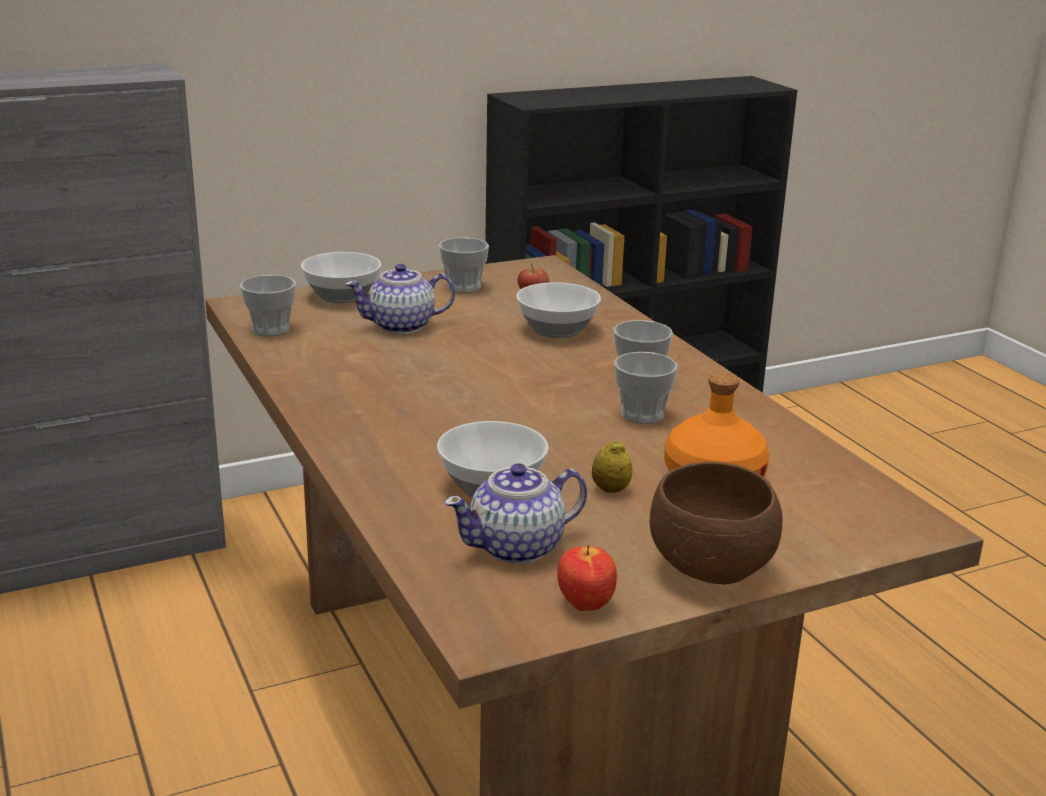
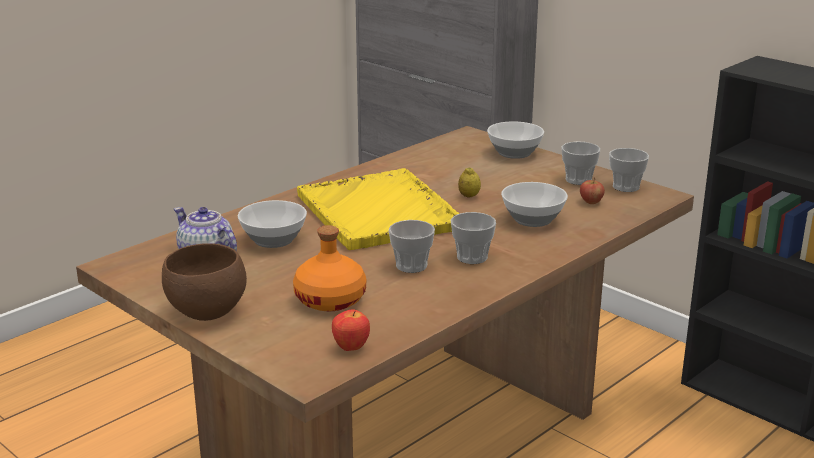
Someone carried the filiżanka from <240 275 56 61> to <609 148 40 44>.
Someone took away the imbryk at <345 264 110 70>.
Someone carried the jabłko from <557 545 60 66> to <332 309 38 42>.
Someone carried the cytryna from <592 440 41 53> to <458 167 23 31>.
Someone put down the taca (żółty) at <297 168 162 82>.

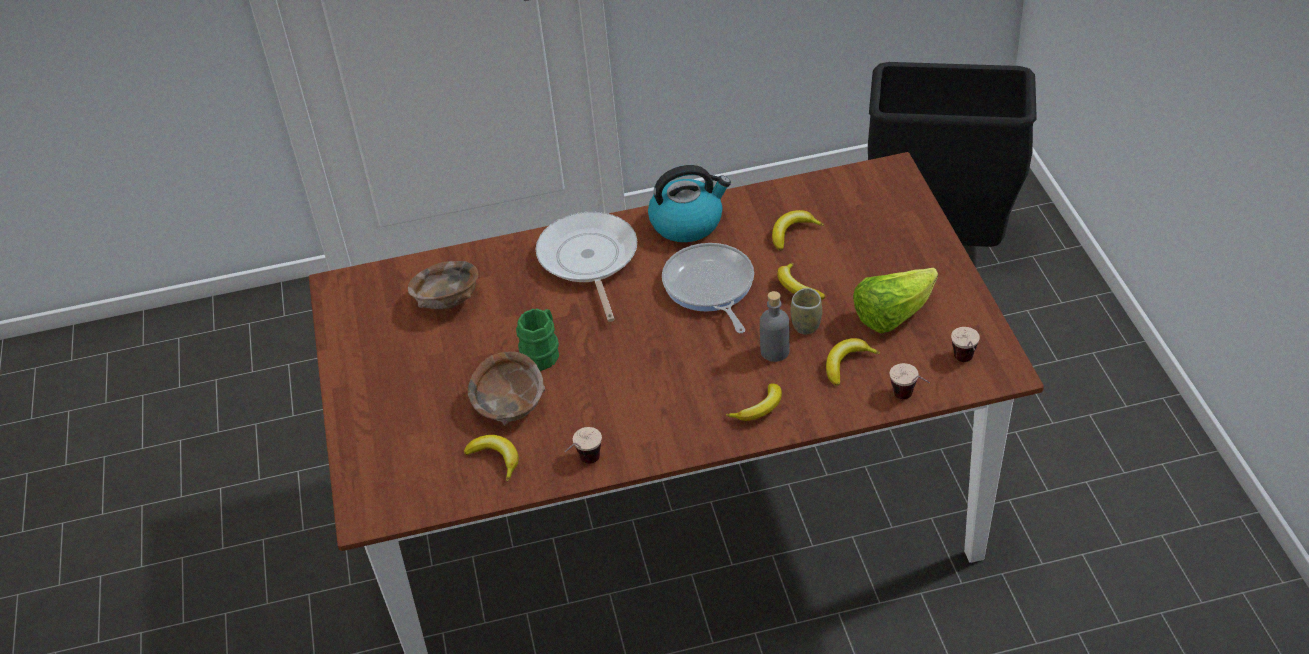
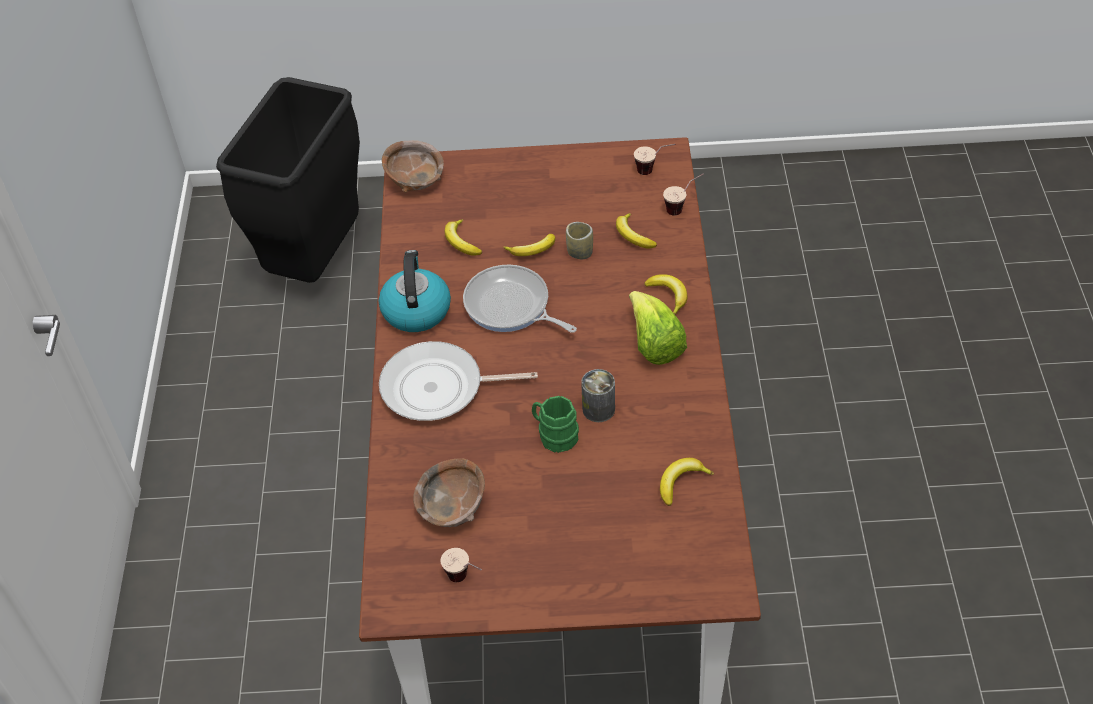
Someone carried the miska (brązowy) from <468 351 77 75> to <382 140 62 52>.
Someone carried the filiżanka from <564 427 38 37> to <440 548 42 34>.
Someone rotated the patelnia at <662 243 92 90> by 45 degrees clockwise.
Someone took away the butelka (szary) at <760 291 30 71>.
Someone carried the sałata from <853 268 85 65> to <629 291 58 74>.
Someone put down the puszka at <581 369 34 53>.

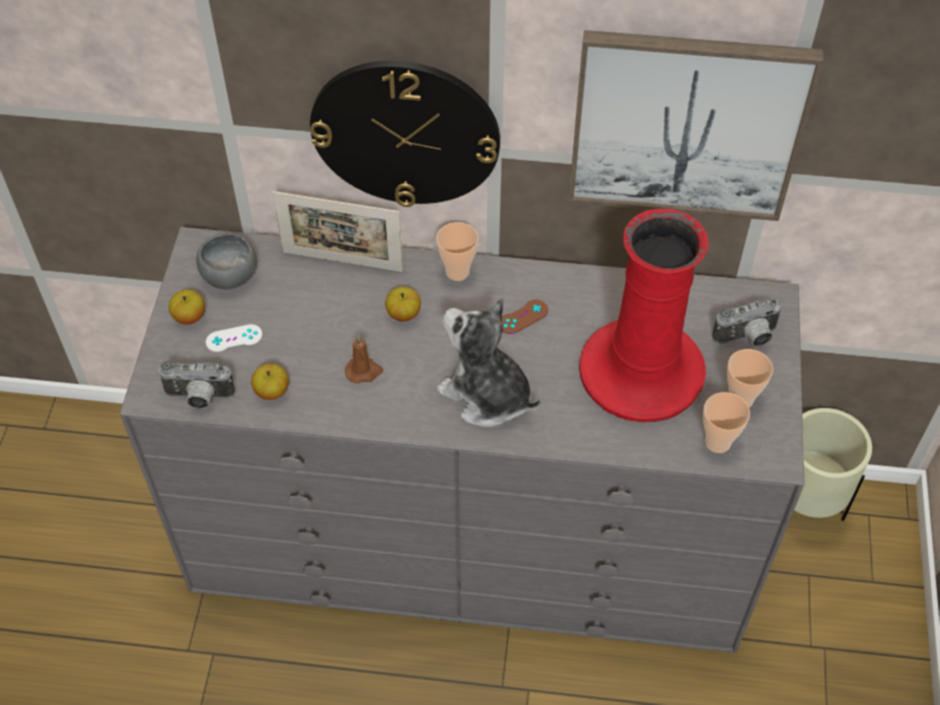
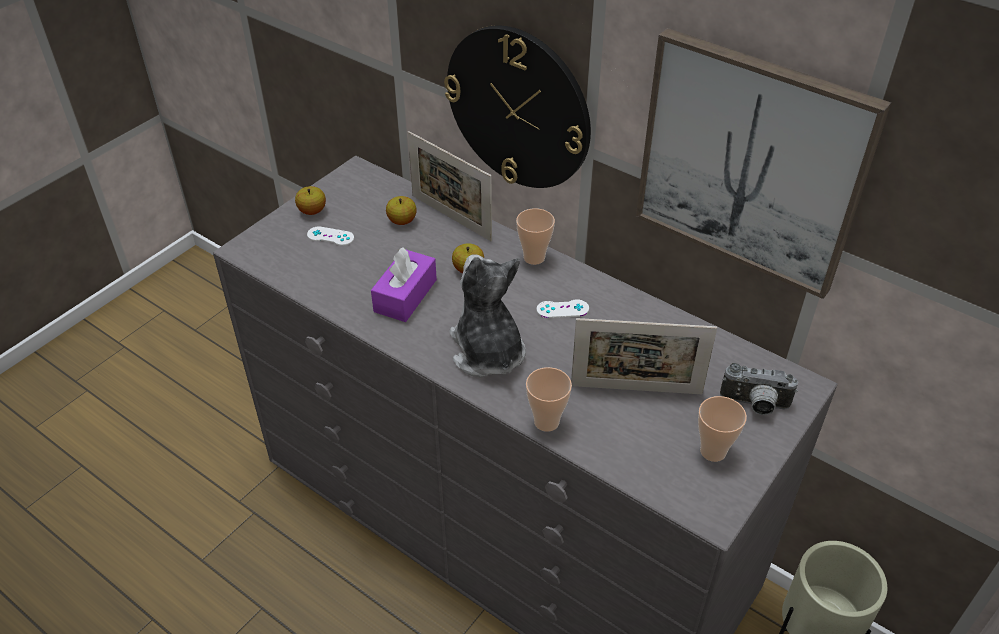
Someone took away the aparat fotograficzny at <158 361 77 48>.
Someone took away the miska (szary) at <196 233 61 57>.
Someone carried the jabłko from <251 364 38 36> to <386 196 30 29>.
Someone swapped the świeca (brązowy) at <345 335 38 48> for the pudełko chusteczek (fioletowy) at <371 247 66 75>.
Someone repainted the pad do gier (brązowy) at <502 300 46 34>, which became the pad do gier (biały) at <537 299 52 19>.
Someone swapped the wazon (czerwony) at <579 209 130 213> for the ramka na zdjęcie at <571 318 146 76>.
Someone carried the filiżanka from <703 392 47 61> to <526 367 46 65>.

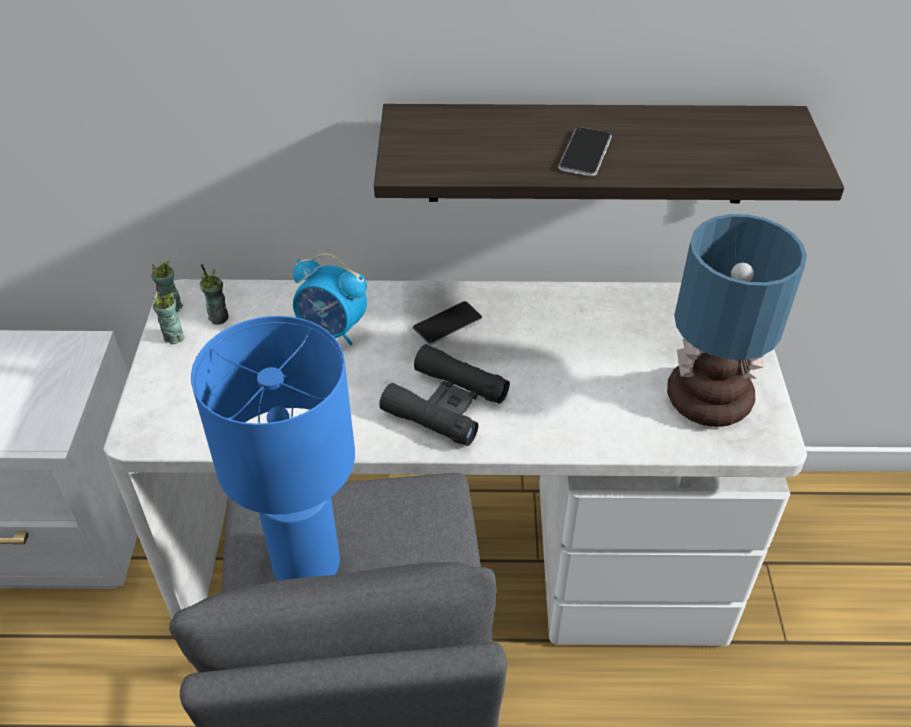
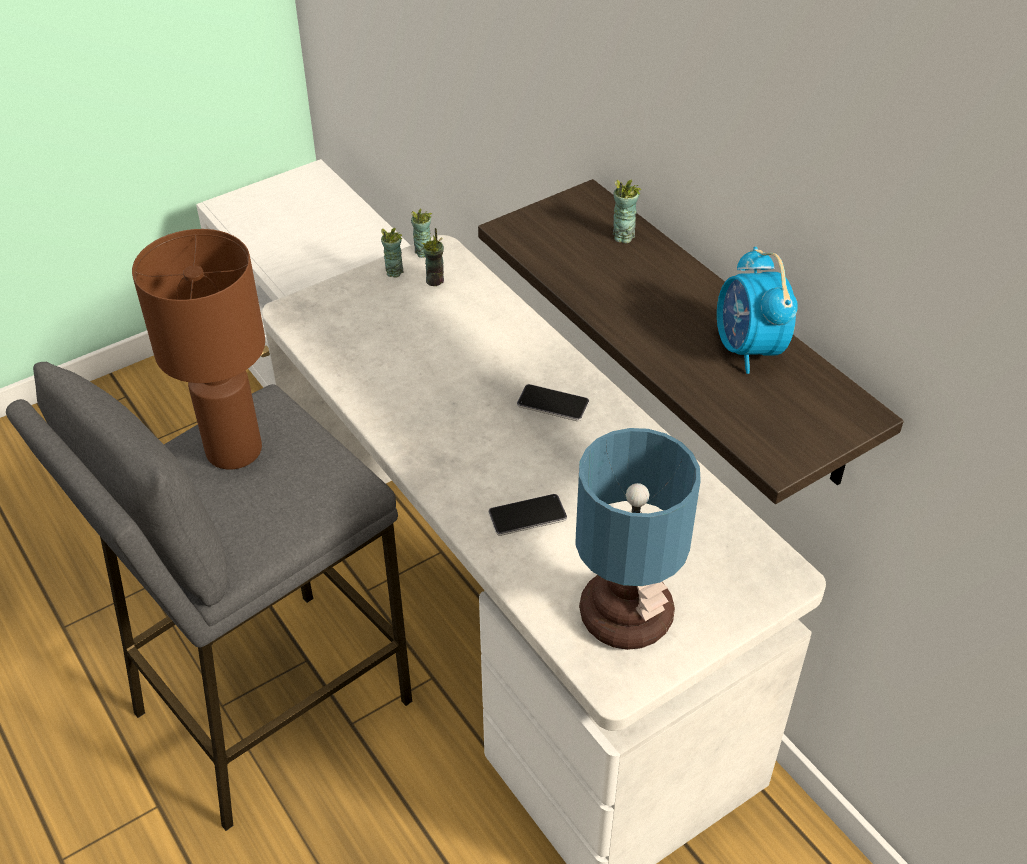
Someone repainted the lampa stołowa (niebieski) at <191 316 164 265>, which became the lampa stołowa (brązowy) at <132 229 133 241>.
Someone carried the budzik from <293 253 74 93> to <717 247 81 127>.
Someone took away the lornetka (czarny) at <379 344 131 102>.
Someone carried the telefon from <558 127 54 49> to <488 494 79 42>.
Someone put down the filiżanka at <613 179 29 64>.

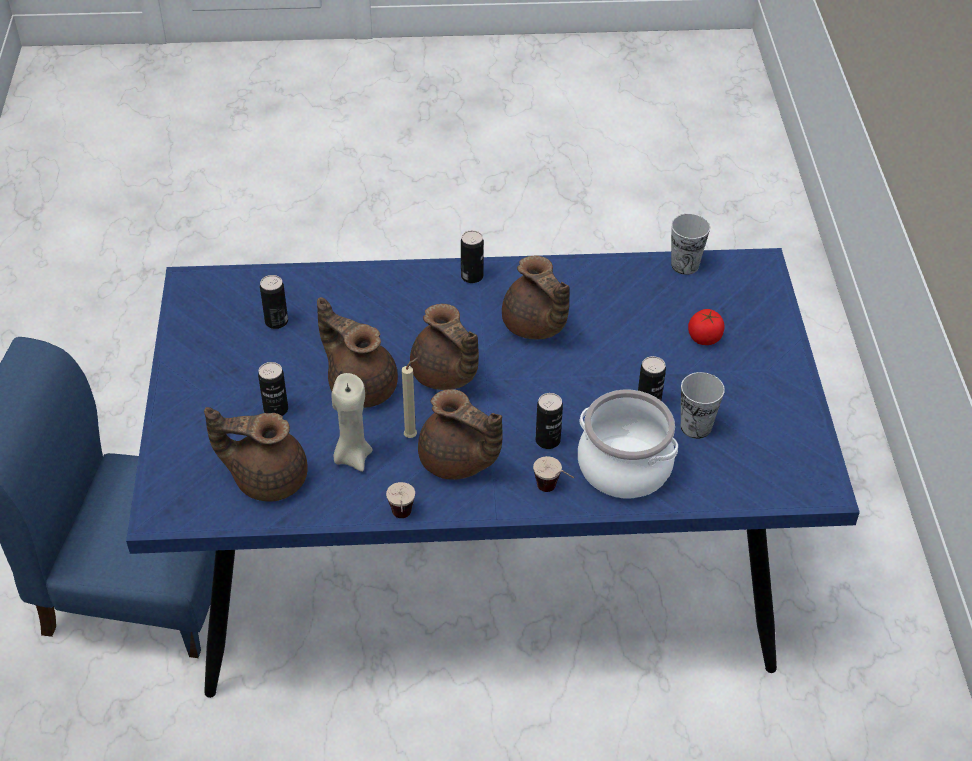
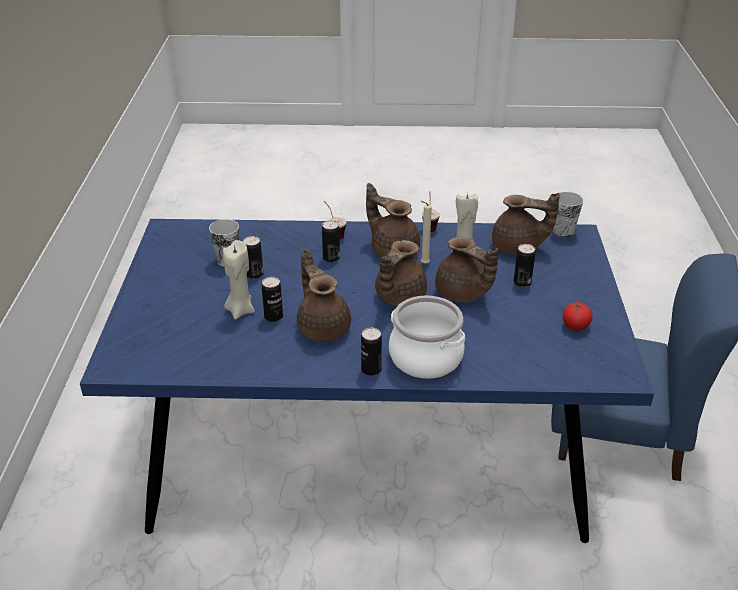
Someone carried the puszka from <260 275 28 54> to <262 277 21 45>.
Someone rotated the imbryk (brązowy) at <410 304 69 86> by 120 degrees counterclockwise.
Someone carried the garnek from <578 390 100 108> to <389 296 76 83>.
Someone carried the filiżanka from <671 213 39 62> to <554 192 30 45>.
Someone carried the pomidor from <688 309 37 36> to <563 302 30 29>.
Someone put down the świeca (beżowy) at <223 240 31 80>.

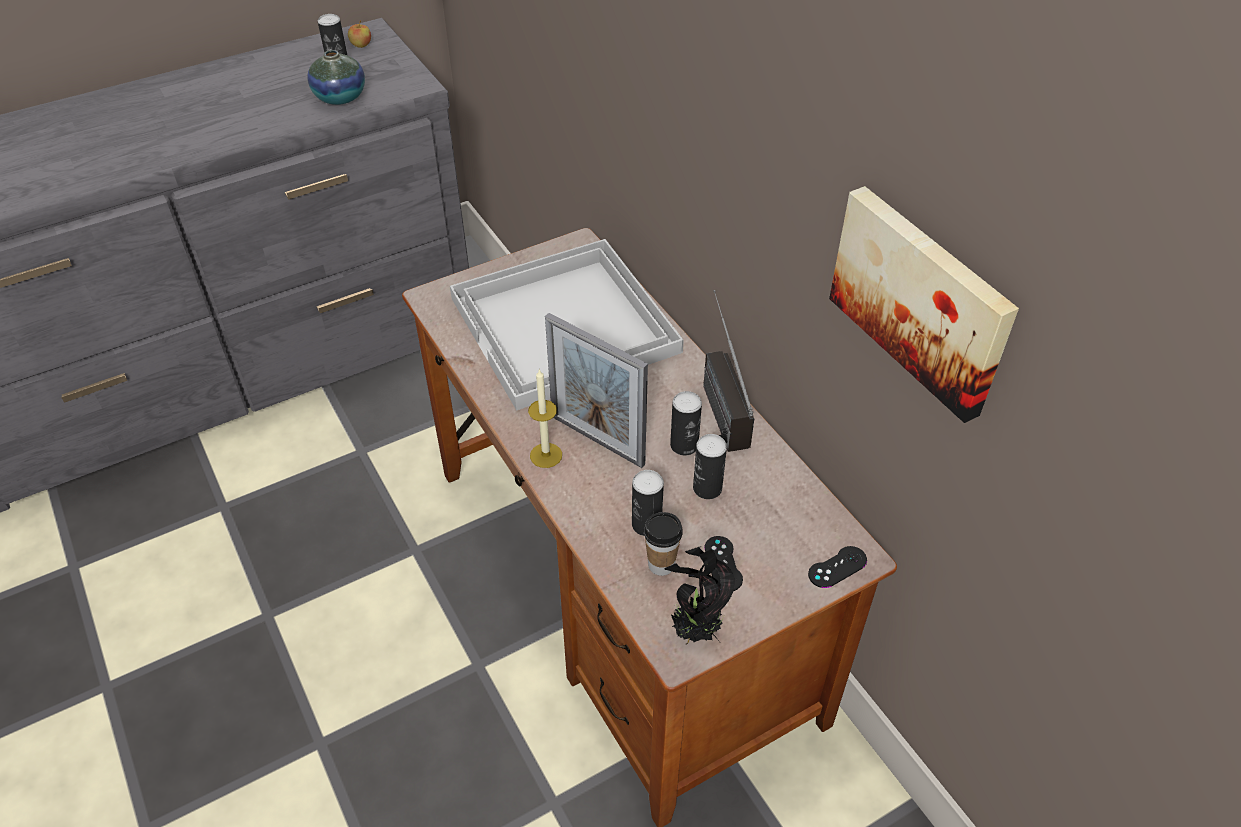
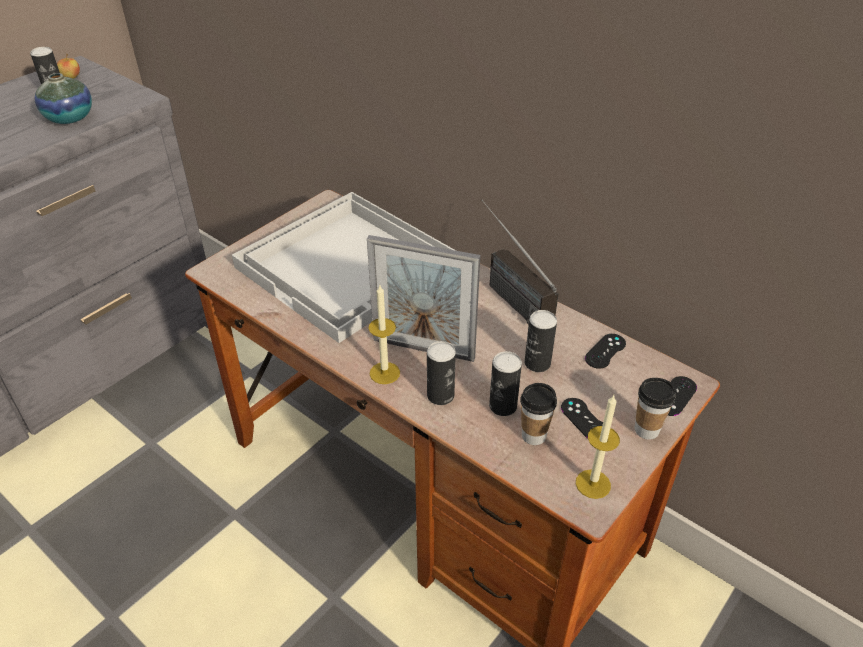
Someone swapped the roślina doniczkowa at <664 546 71 98> for the świeca at <576 395 44 104>.
Someone carried the puszka from <670 391 32 64> to <427 341 29 64>.
Someone took away the obraz at <829 186 190 237>.
Someone put down the pad do gier (czarny) at <585 334 41 35>.
Someone put down the filiżanka at <634 378 42 62>.

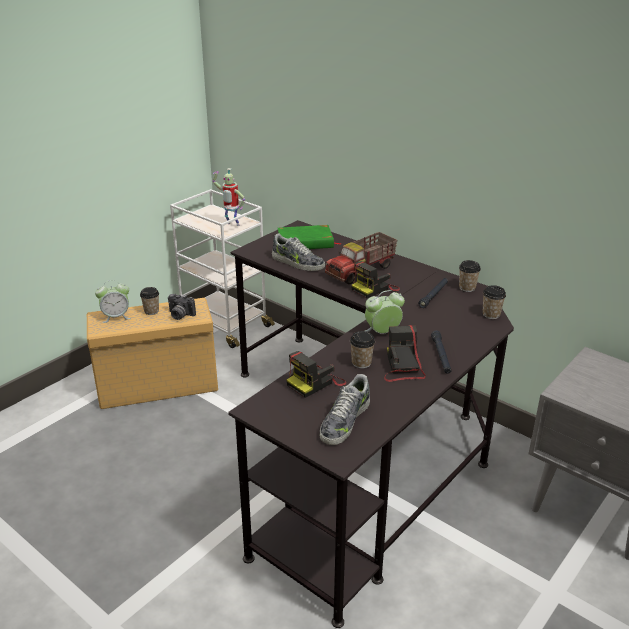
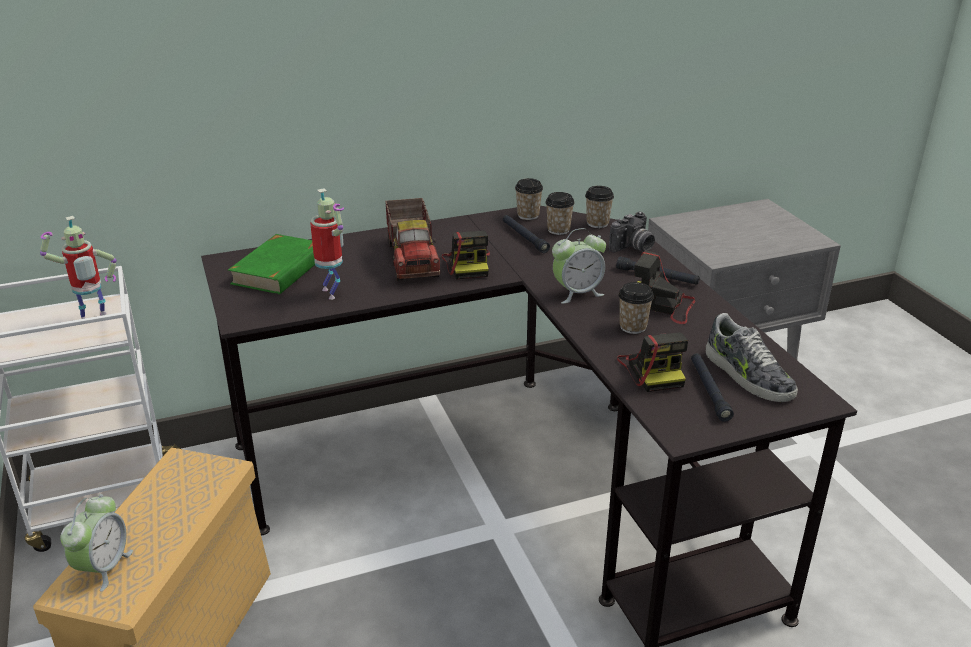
Someone carried the filiżanka from <140 287 19 28> to <545 192 30 43>.
Someone carried the aparat fotograficzny from <168 294 28 26> to <609 212 46 41>.
Someone swapped the but at <272 233 53 38> for the robot zabawkowy at <310 188 34 112>.
Someone rotated the budzik at <365 290 40 44> by 120 degrees counterclockwise.
Someone put down the latarka (czarny) at <691 353 43 69>.

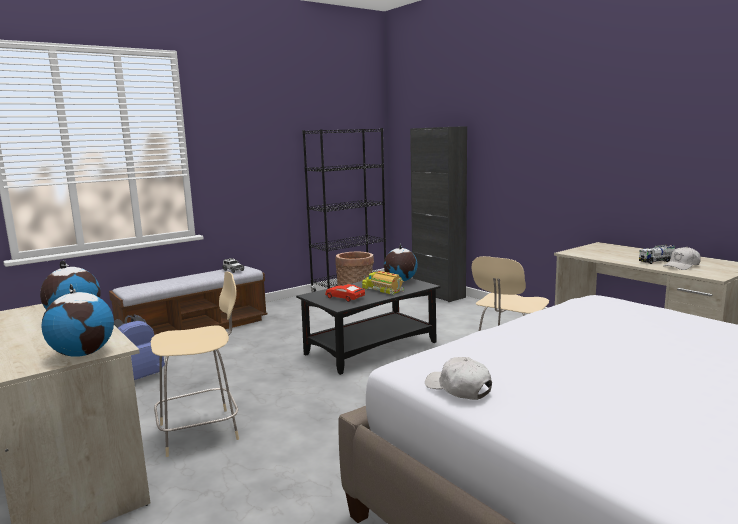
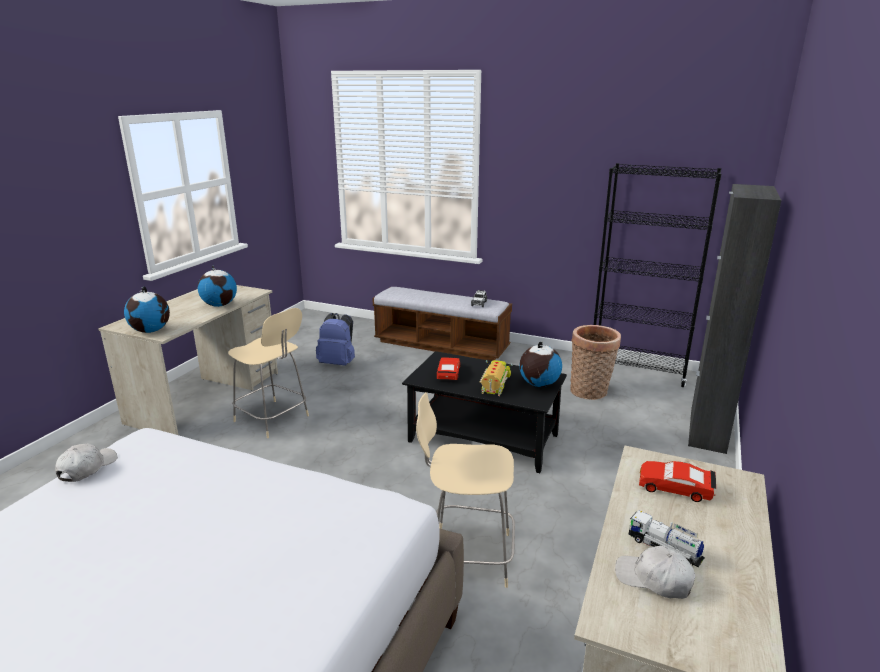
Someone put down the samochodzik (czerwony) at <639 461 77 41>.

